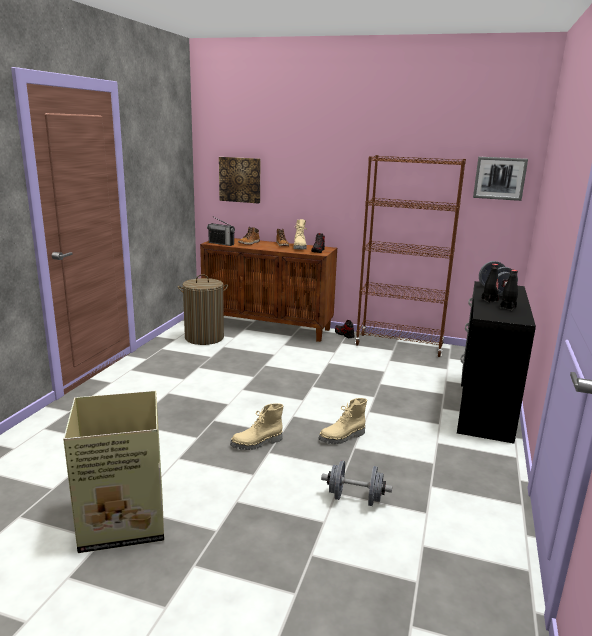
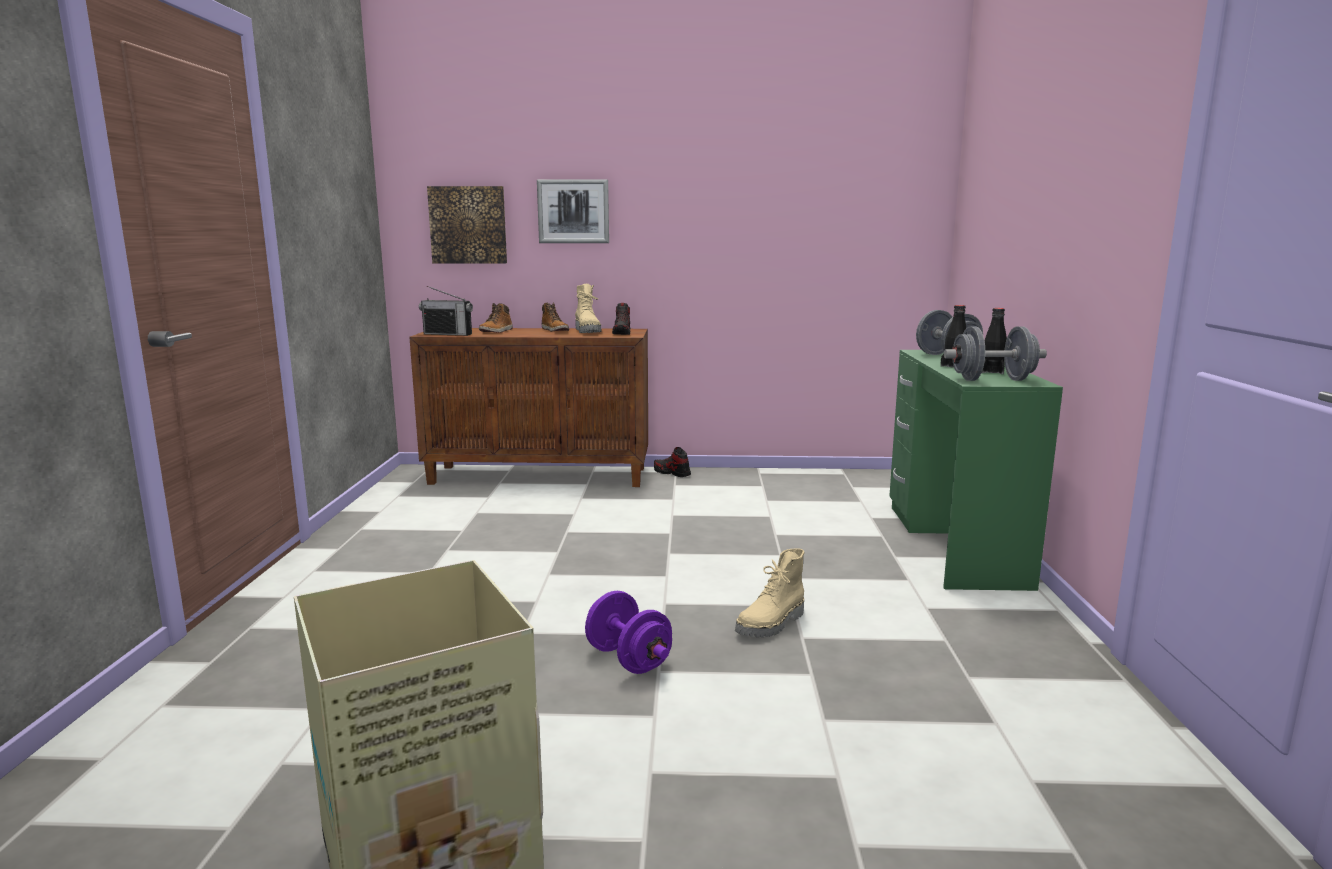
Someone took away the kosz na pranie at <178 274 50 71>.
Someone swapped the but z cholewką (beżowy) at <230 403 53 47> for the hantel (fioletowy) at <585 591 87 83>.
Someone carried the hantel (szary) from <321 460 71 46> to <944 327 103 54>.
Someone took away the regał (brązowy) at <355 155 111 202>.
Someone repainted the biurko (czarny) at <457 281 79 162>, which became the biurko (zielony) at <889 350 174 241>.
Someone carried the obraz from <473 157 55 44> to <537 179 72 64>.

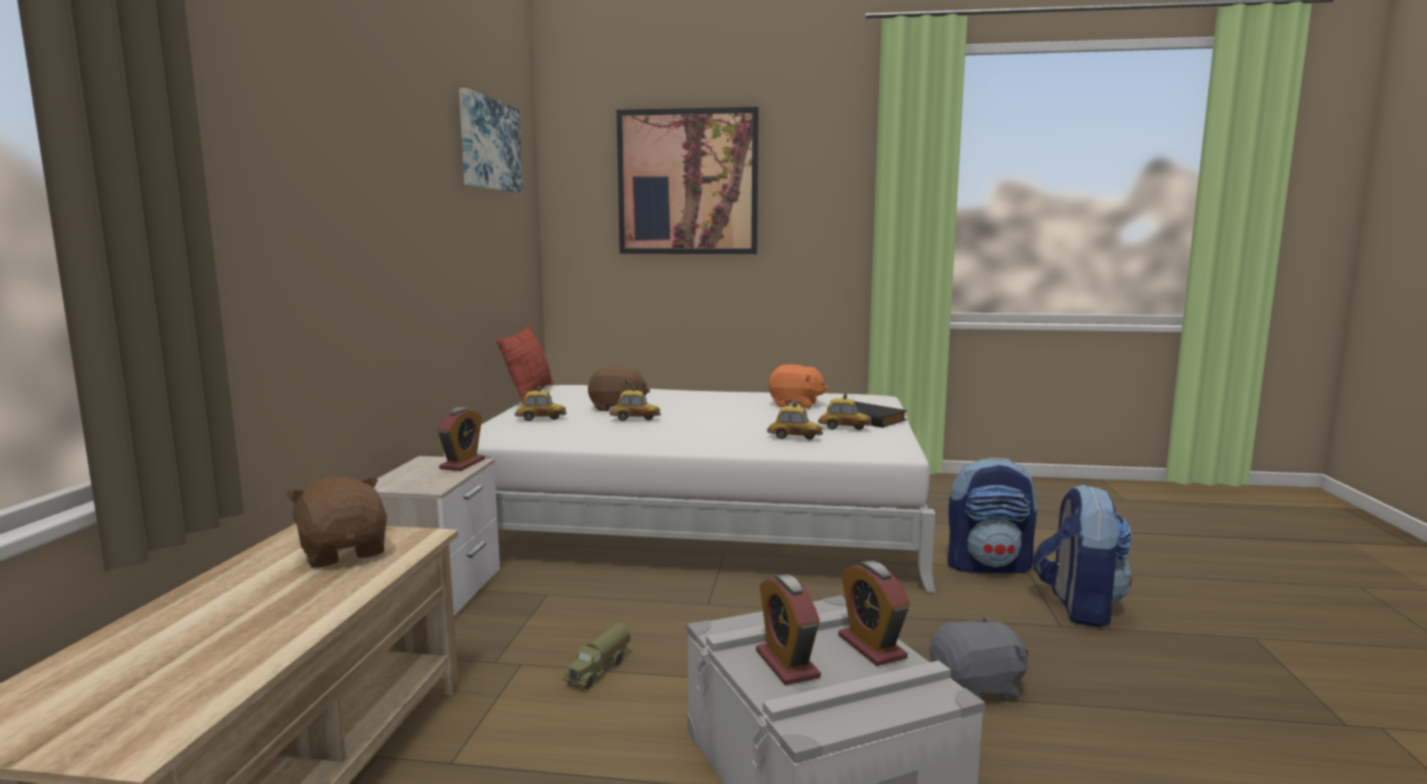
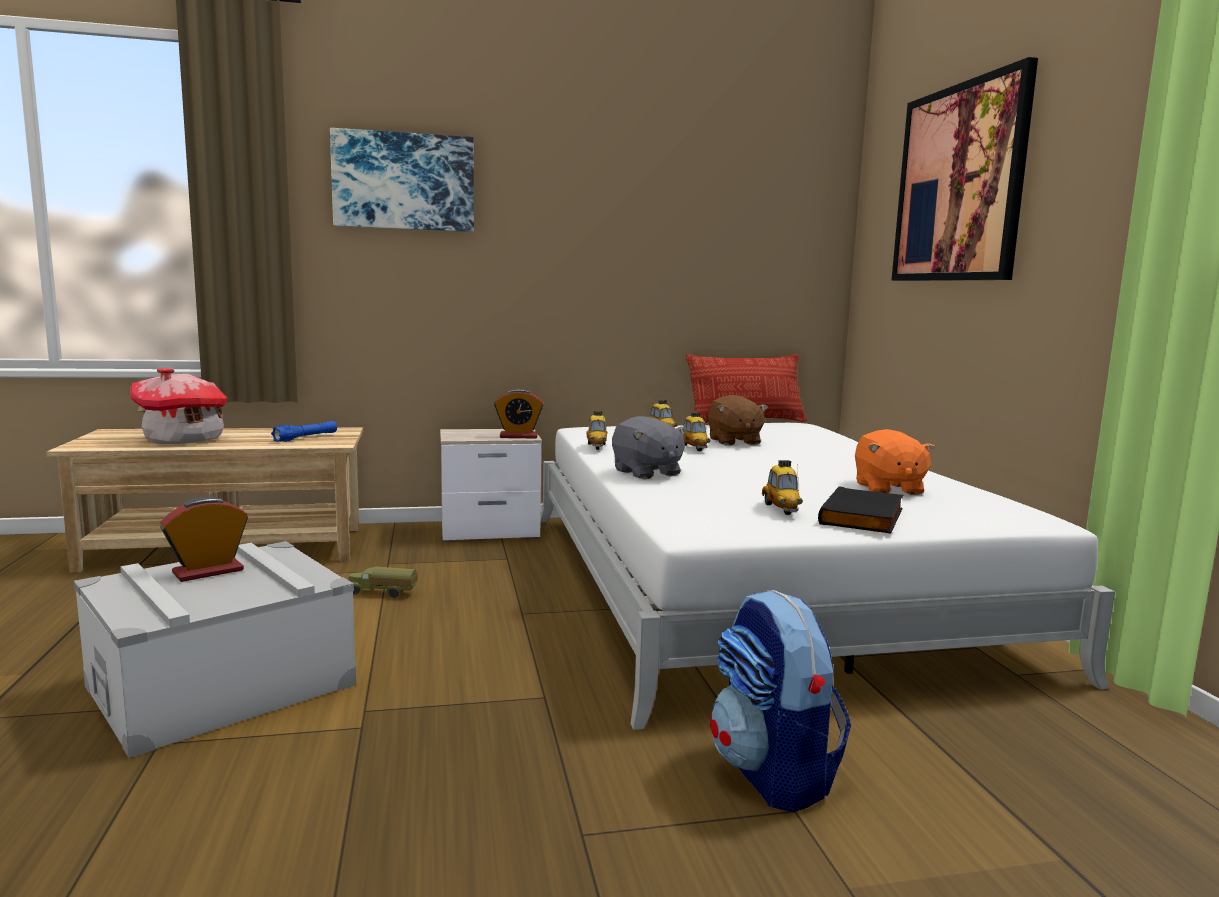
Someone swapped the pluszak (brązowy) at <285 477 102 91> for the latarka (niebieski) at <271 421 66 21>.
Someone carried the obraz from <459 88 64 105> to <330 128 144 104>.
Someone carried the samochodzik from <767 401 56 38> to <587 411 21 39>.
Someone took away the budzik at <838 561 72 105>.
Someone carried the pluszak (szary) from <930 616 98 85> to <612 416 75 63>.
Someone took away the plecak at <1032 484 100 143>.
Someone put down the domek at <130 368 97 76>.

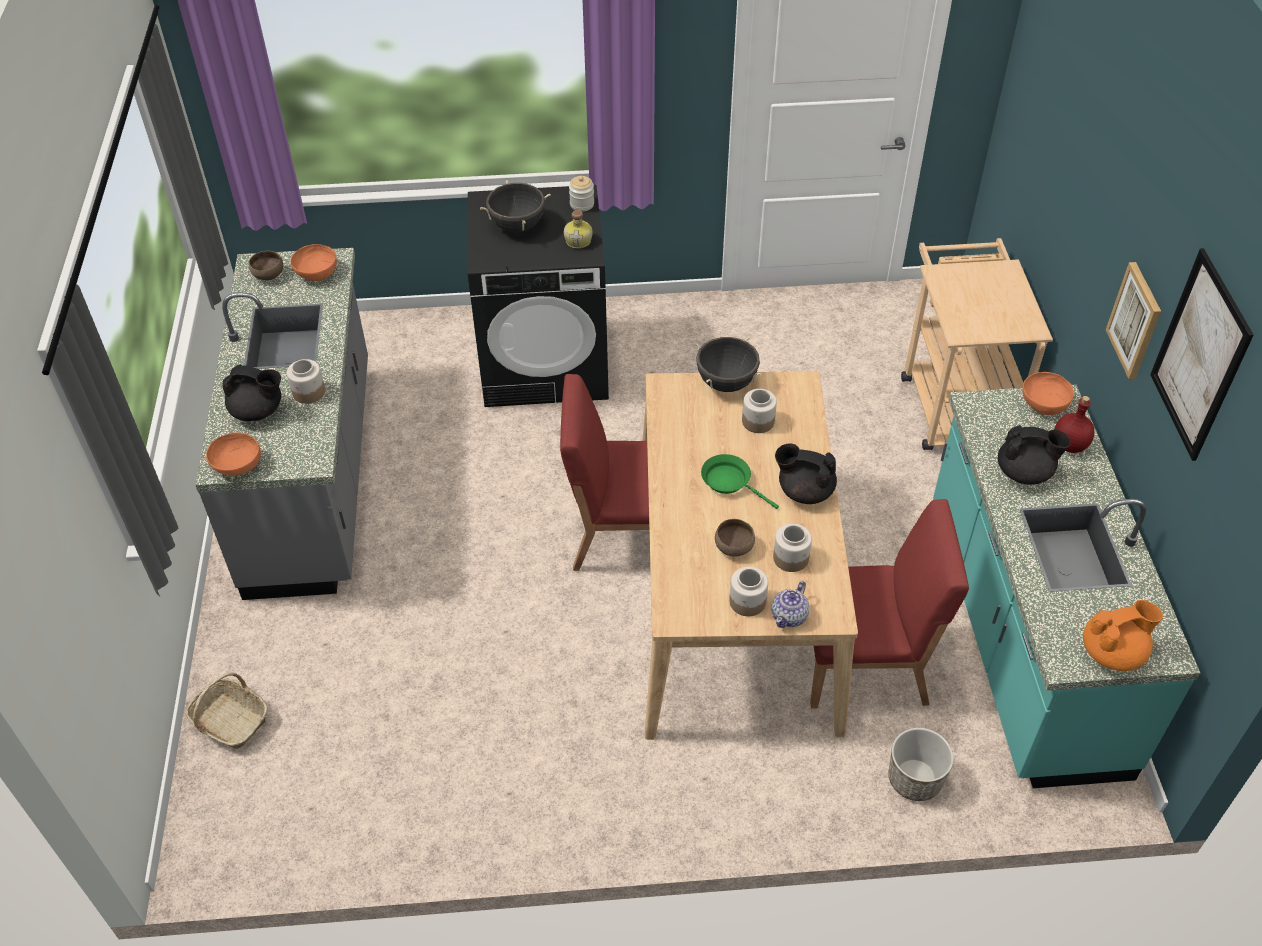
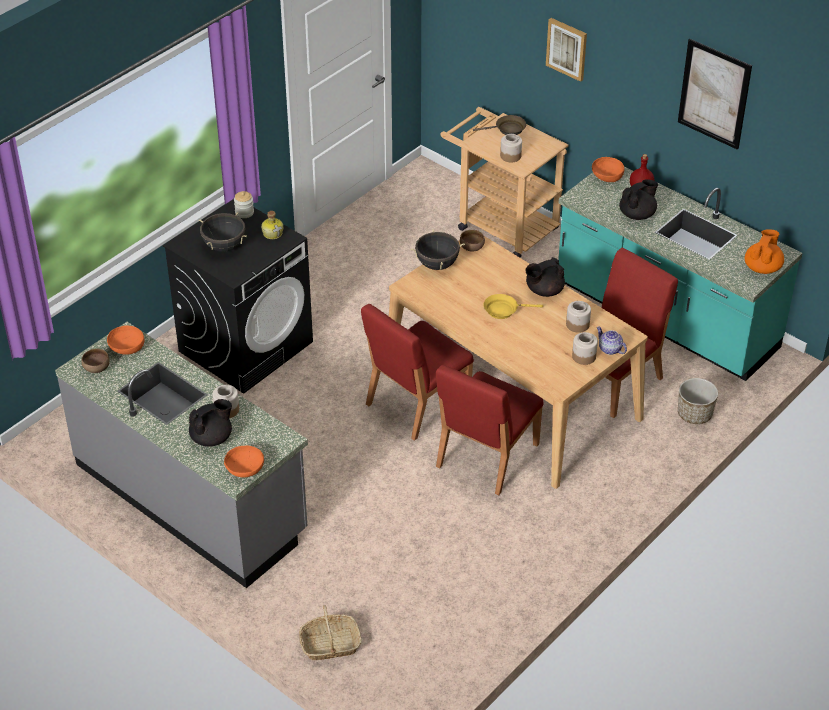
Someone repainted the patelnia (zielony) at <701 454 78 55>, which became the patelnia (żółty) at <483 294 60 25>.
Someone carried the miska (brązowy) from <715 519 40 38> to <460 230 25 22>.
Someone carried the słoik from <742 389 35 44> to <500 134 22 28>.
Someone rotated the imbryk at <772 581 37 47> by 150 degrees clockwise.
Someone carried the obraz from <1106 262 55 117> to <546 18 41 64>.
Someone put down the krzesło (czerwony) at <436 365 107 130>.
Someone put down the patelnia (brązowy) at <473 115 53 20>.

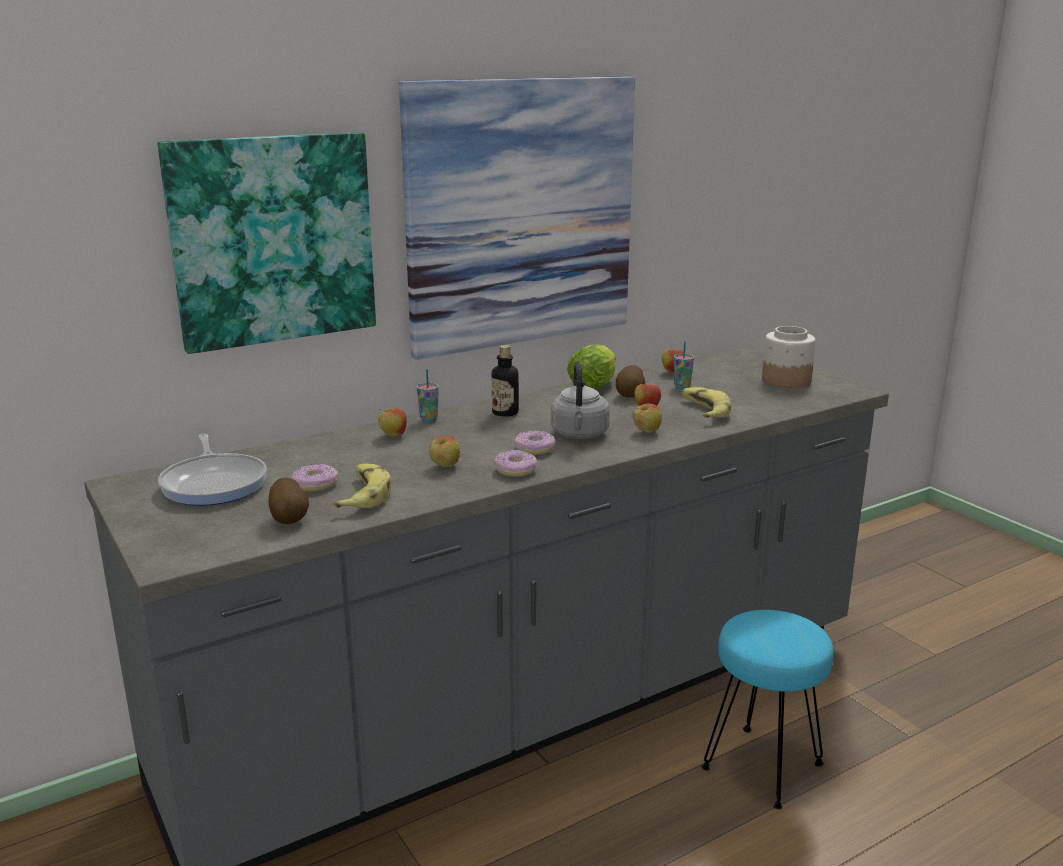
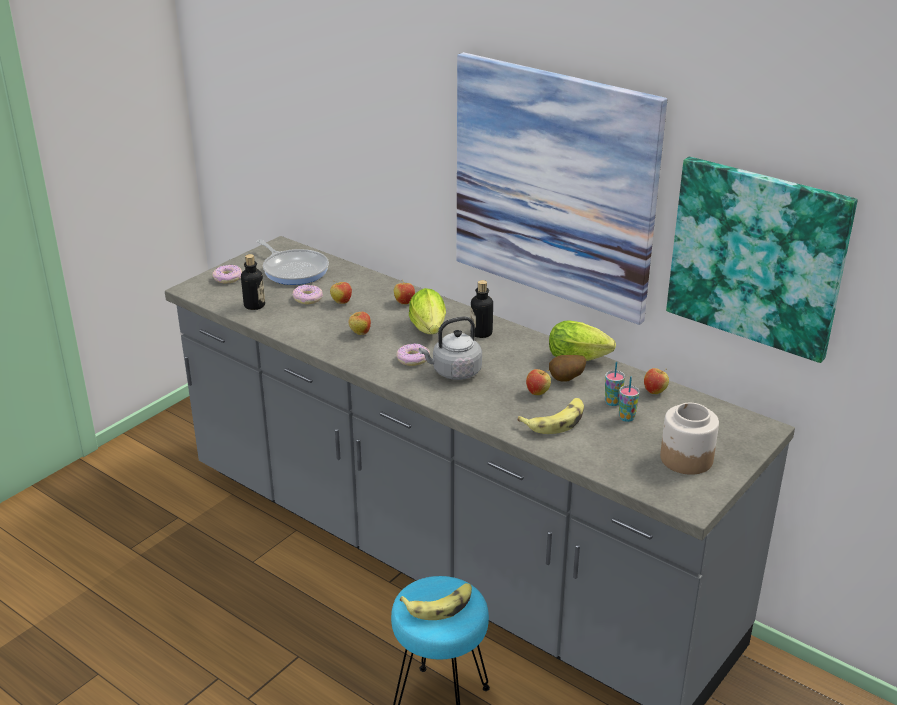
Someone carried the obraz from <158 132 218 222> to <666 157 192 206>.
Someone rotated the patelnia at <158 434 109 72> by 90 degrees counterclockwise.
Someone swapped the ziemniak at <268 477 41 47> for the butelka at <241 254 24 56>.
Someone carried the banan from <334 464 57 44> to <400 583 72 37>.
Someone carried the filiżanka from <417 369 22 53> to <619 376 21 46>.
Someone carried the donut from <494 450 43 27> to <212 265 30 19>.
Someone carried the jabłko from <633 403 29 30> to <330 281 22 23>.
Someone put down the sałata at <409 288 37 46>.

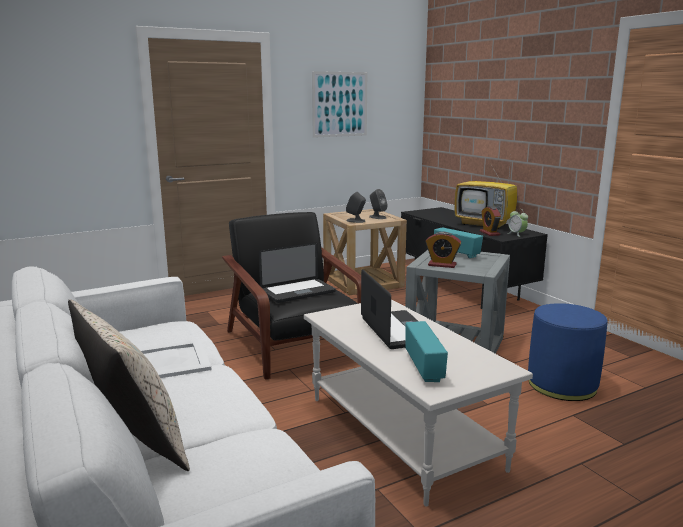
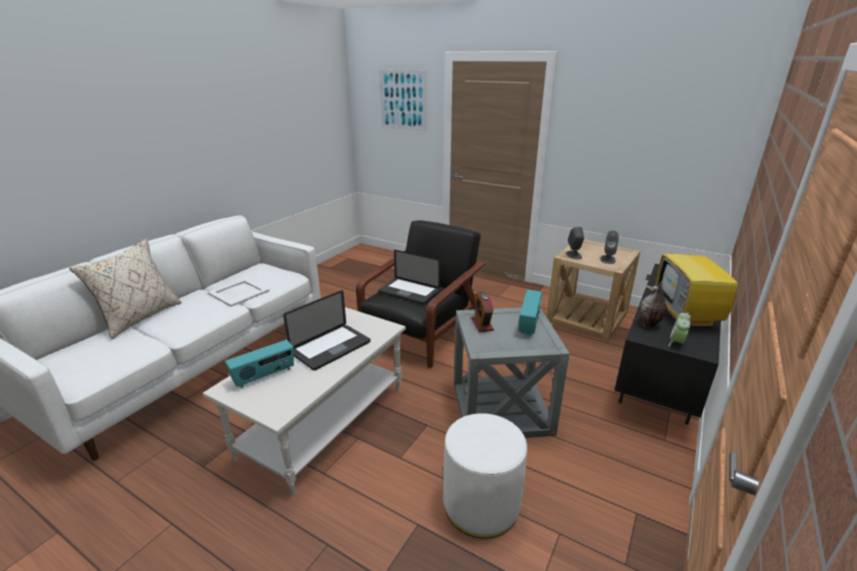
Someone carried the obraz from <312 71 55 67> to <379 70 47 61>.
Someone swapped the budzik at <480 206 21 30> for the wazon at <640 281 27 47>.
Someone repainted the pufa (niebieski) at <528 303 79 98>, which became the pufa (biały) at <443 413 84 126>.

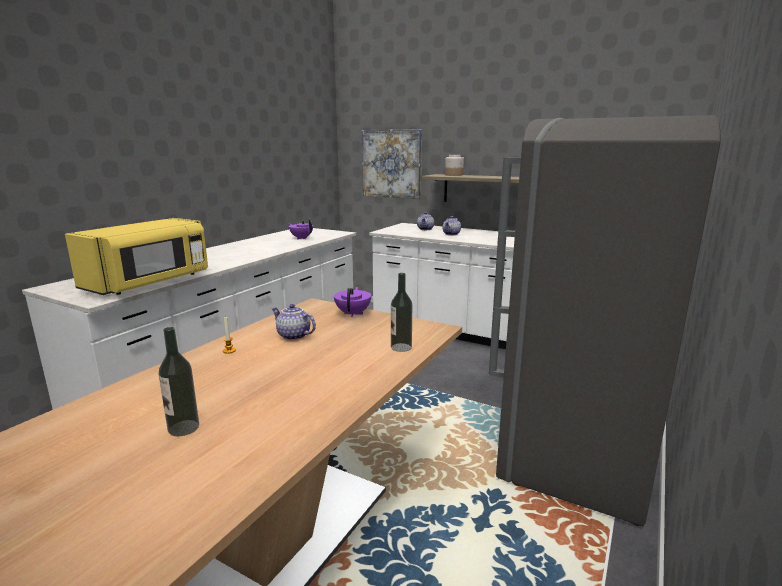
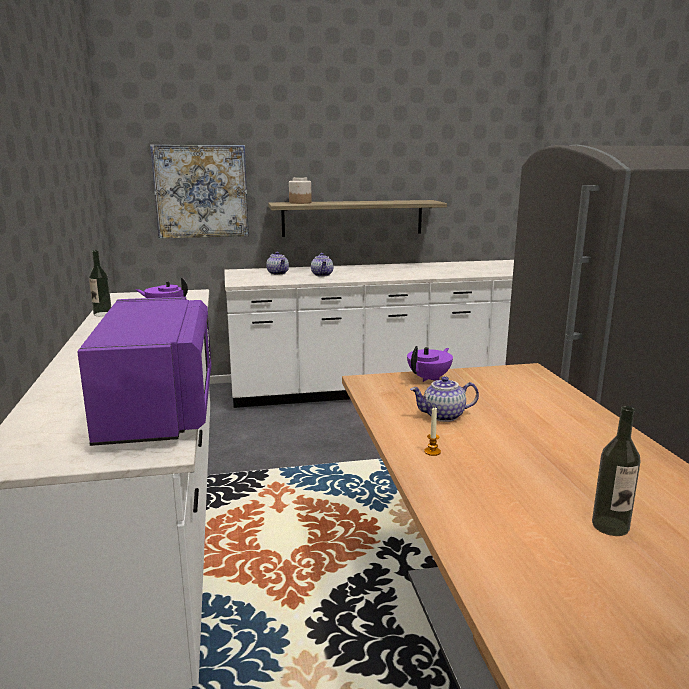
Someone repainted the mikrofalówka (żółty) at <65 218 143 77>, which became the mikrofalówka (fioletowy) at <77 297 134 149>.
Someone rotated the imbryk (fioletowy) at <334 287 37 30> by 75 degrees clockwise.
Someone carried the butelka from <391 273 21 79> to <89 250 22 66>.

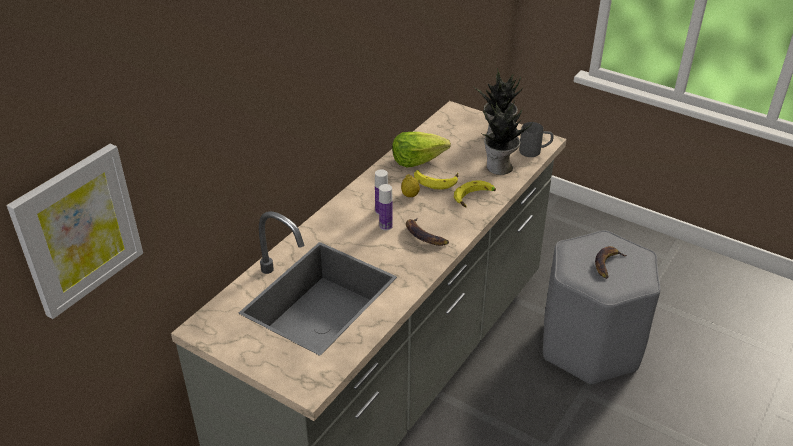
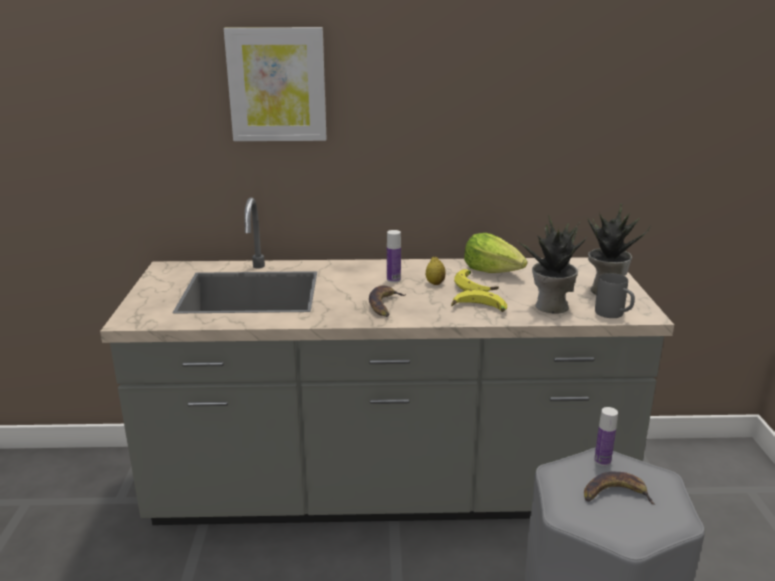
Someone carried the obraz from <7 144 136 175> to <224 27 103 114>.
Someone carried the butelka from <379 184 14 46> to <594 407 24 59>.

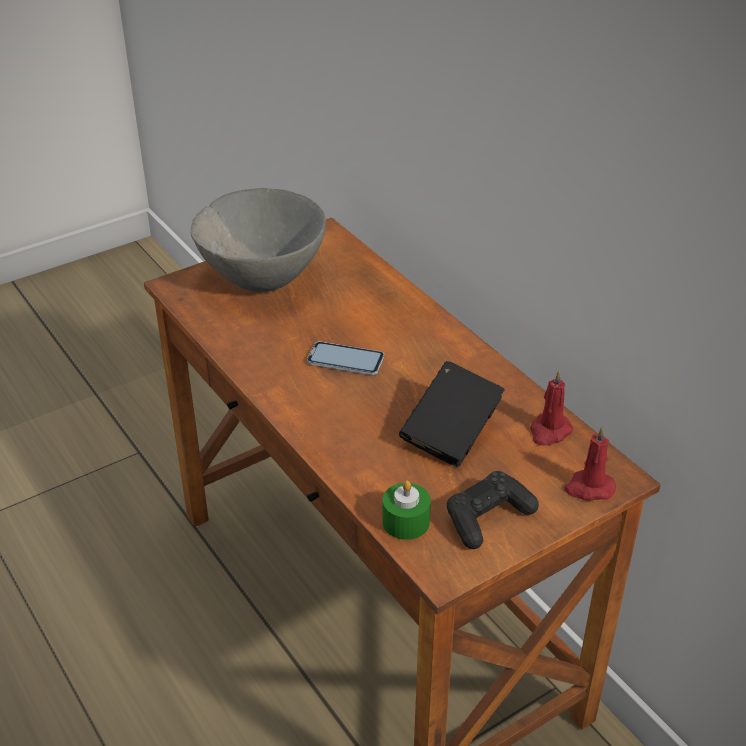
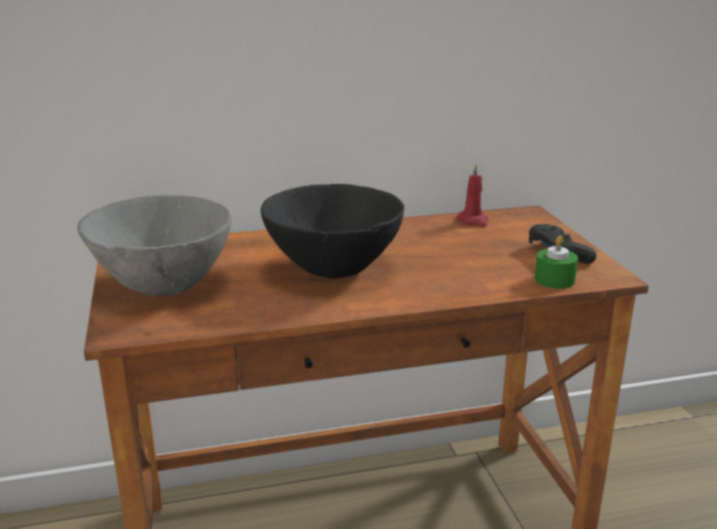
Someone swapped the telefon at <307 341 77 34> for the miska (czarny) at <261 184 143 95>.
Someone took away the książka (czarny) at <399 361 106 106>.
Someone took away the świeca (czerwony) at <564 426 52 75>.

